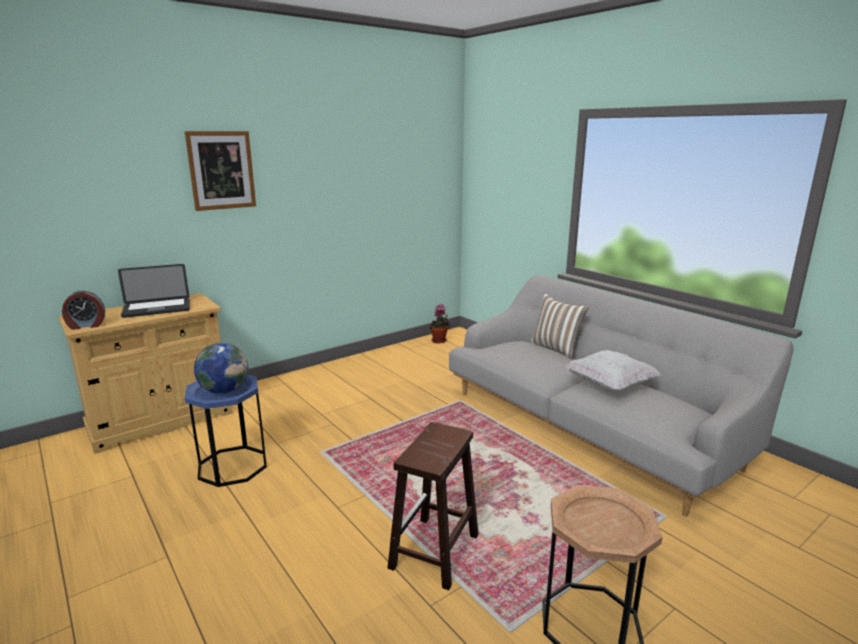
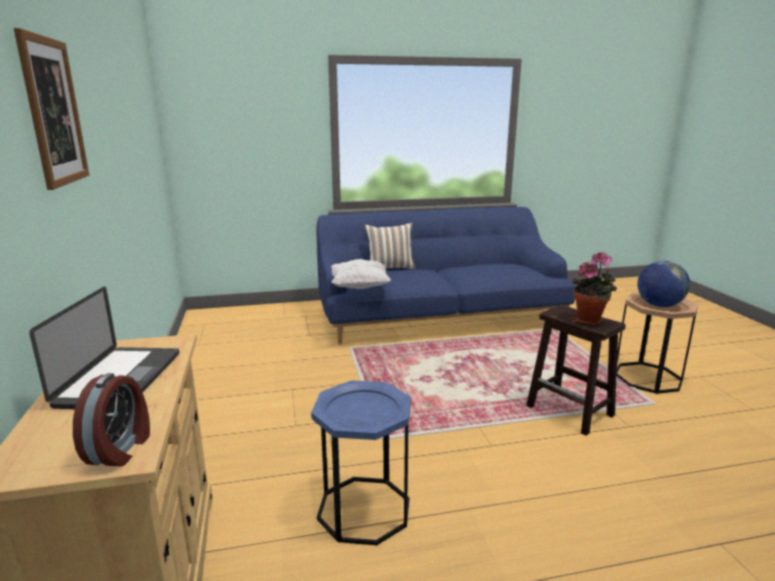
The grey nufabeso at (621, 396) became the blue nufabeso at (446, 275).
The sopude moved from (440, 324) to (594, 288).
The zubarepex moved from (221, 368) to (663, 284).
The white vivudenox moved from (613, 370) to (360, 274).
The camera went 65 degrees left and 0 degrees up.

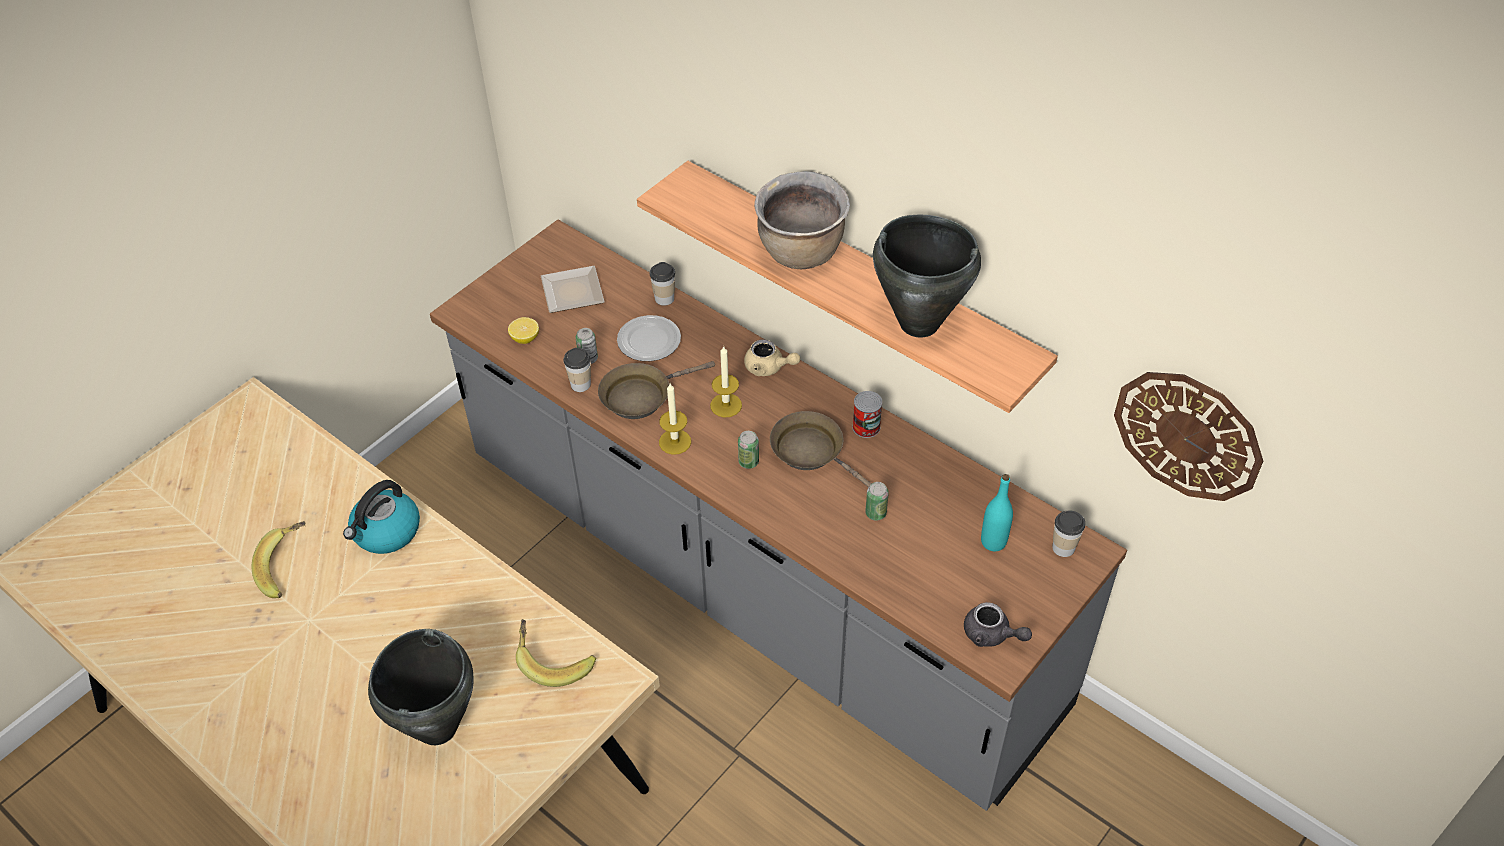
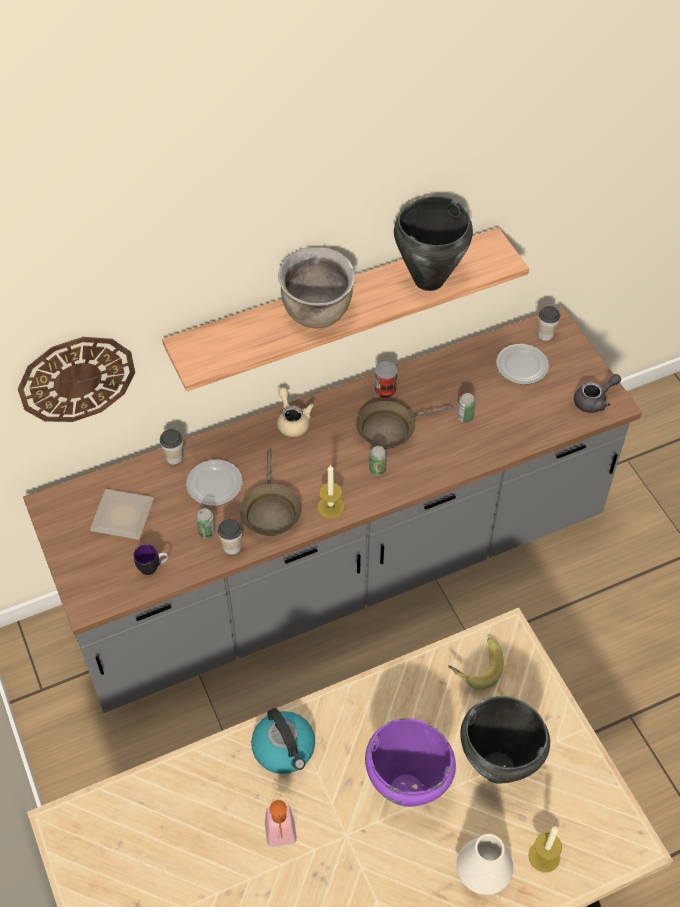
The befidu at (523, 330) was replaced by the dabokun at (150, 559).
The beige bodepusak at (772, 357) turned 75 degrees counterclockwise.
The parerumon moved from (726, 382) to (545, 849).
The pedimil moved from (1188, 436) to (76, 379).
The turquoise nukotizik at (997, 512) was replaced by the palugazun at (522, 364).
The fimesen at (279, 559) was replaced by the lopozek at (281, 823).
The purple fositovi at (410, 762) appeared.
The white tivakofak at (484, 864) appeared.
The camera went 65 degrees left and 5 degrees up.

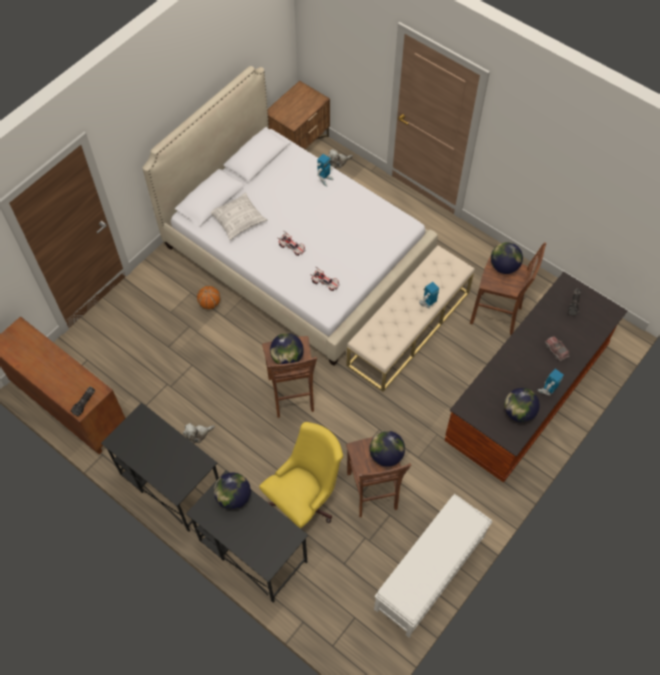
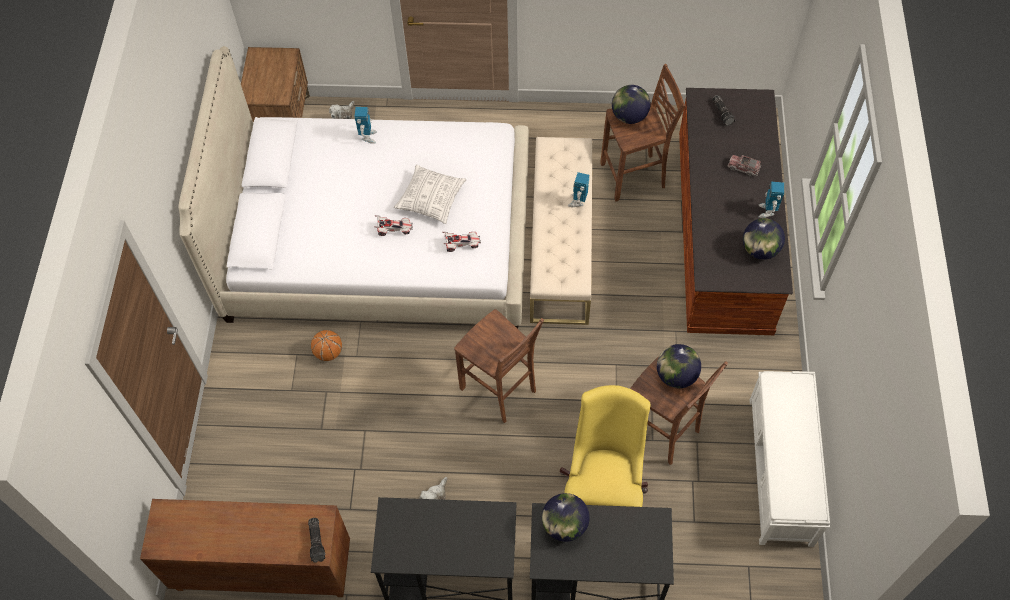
The vivudenox moved from (239, 216) to (430, 194).
The zubarepex at (287, 348) disappeared.
The camera went 35 degrees left and 0 degrees up.

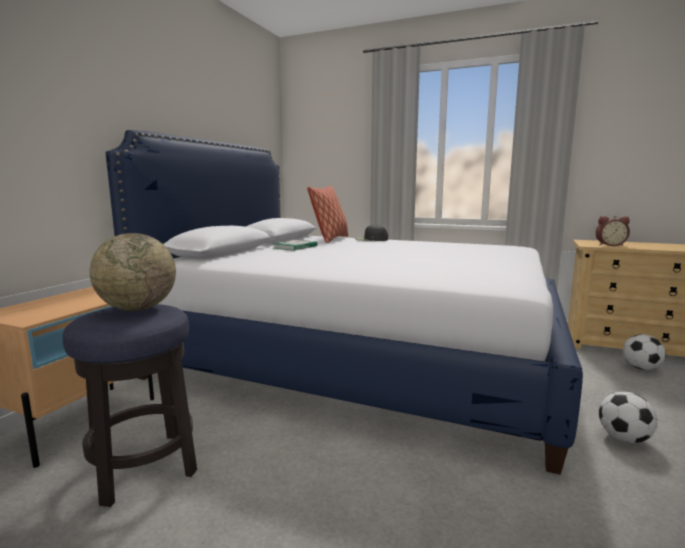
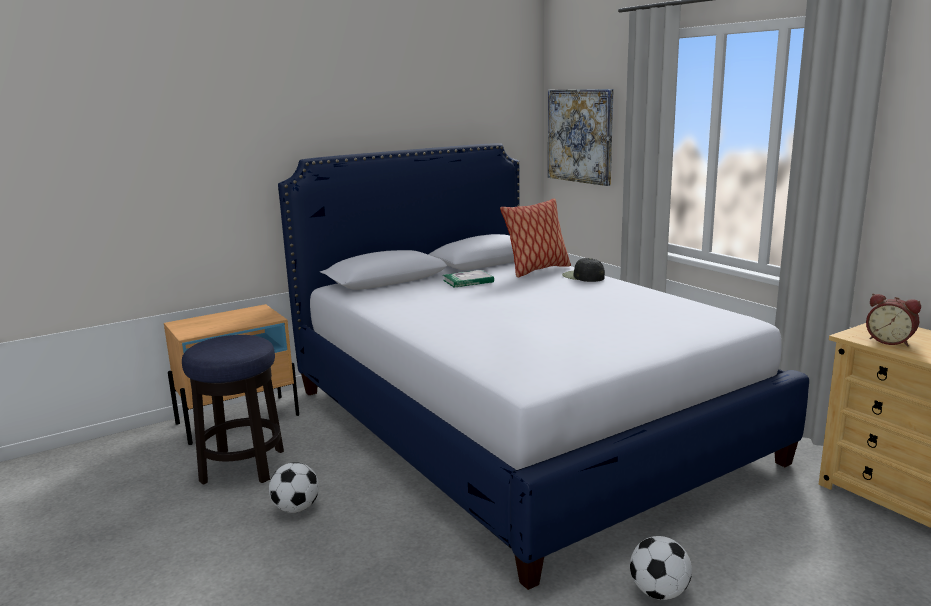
The zubarepex at (133, 272) disappeared.
The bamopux moved from (644, 352) to (294, 487).
The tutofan at (581, 137) appeared.
The camera went 35 degrees right and 5 degrees up.

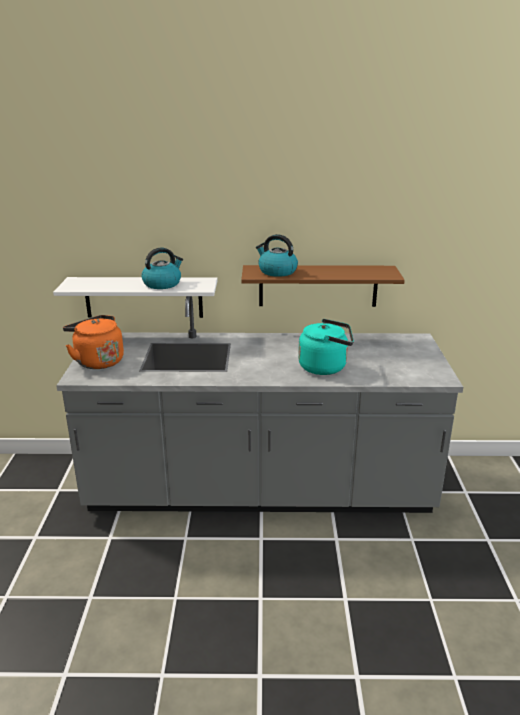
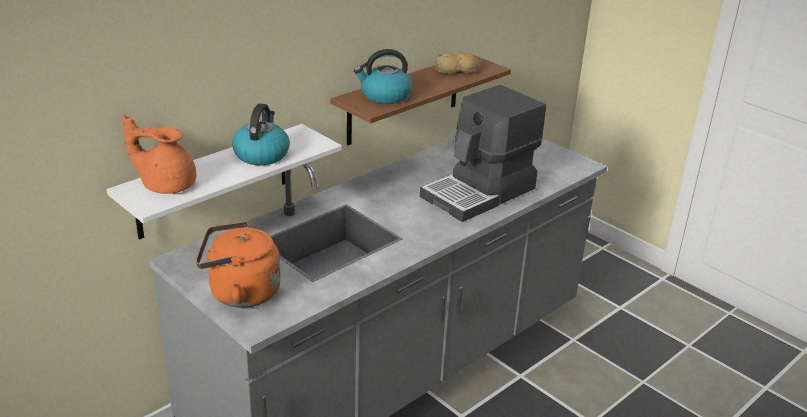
The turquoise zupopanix at (326, 347) was replaced by the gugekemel at (483, 153).
The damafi at (457, 64) appeared.
The orange bodepusak at (159, 154) appeared.
The camera went 45 degrees left and 5 degrees up.

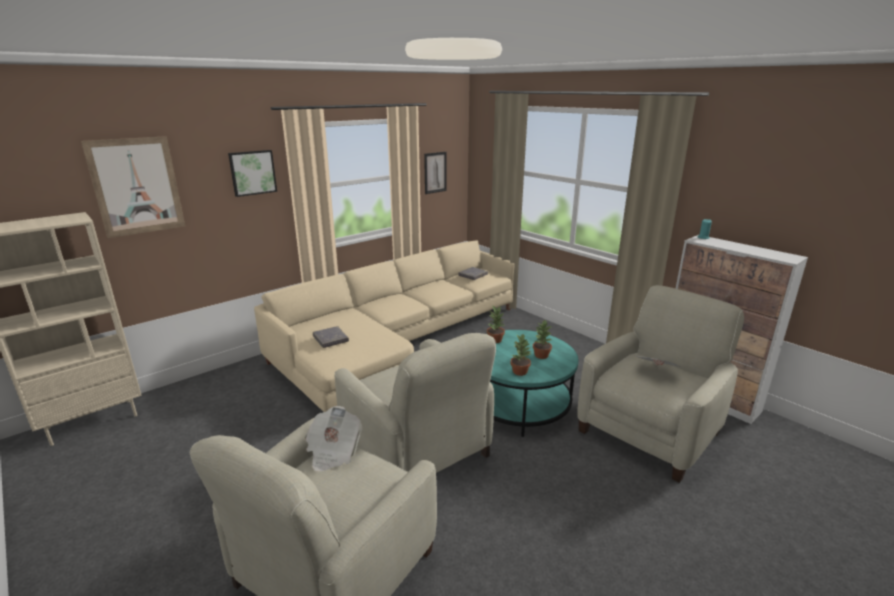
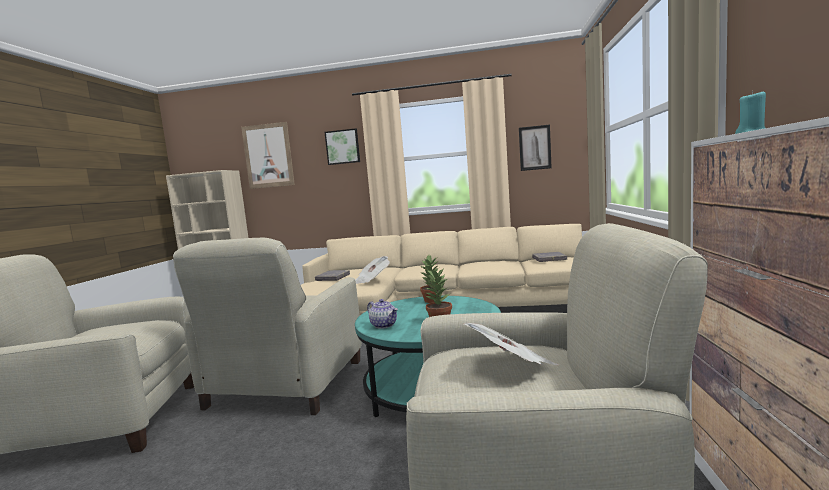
The sopude at (521, 354) was replaced by the bodepusak at (382, 314).
The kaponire moved from (333, 439) to (372, 270).
The camera went 50 degrees right and 15 degrees down.

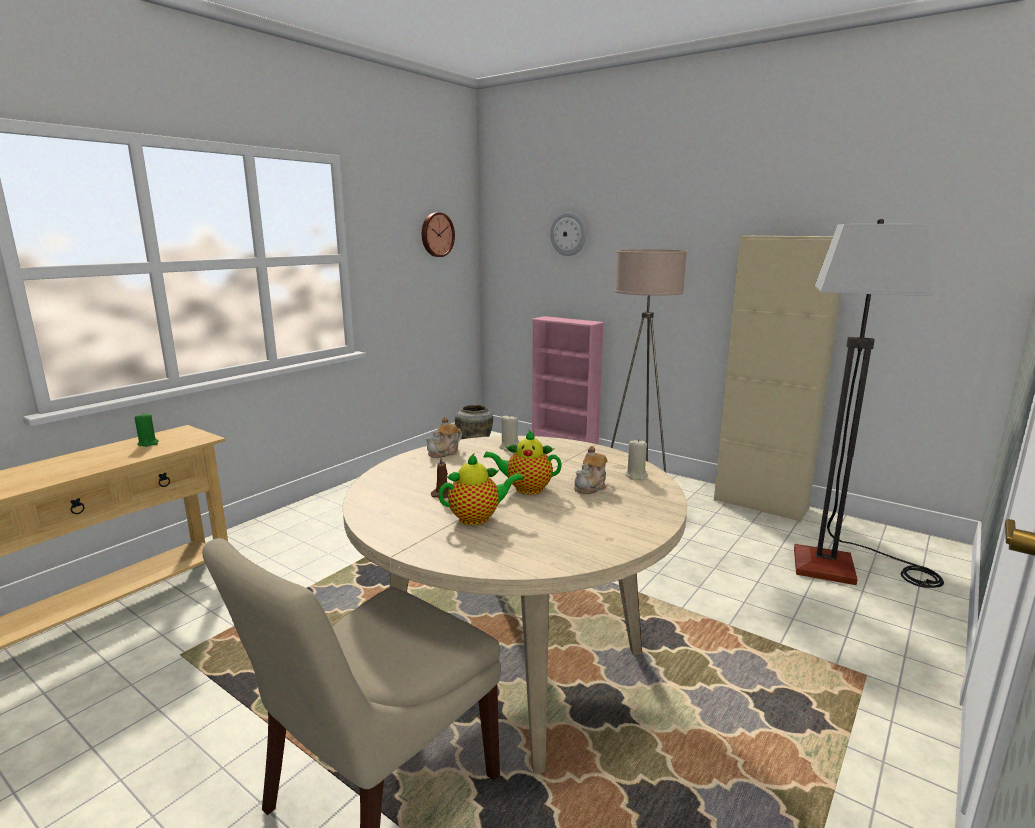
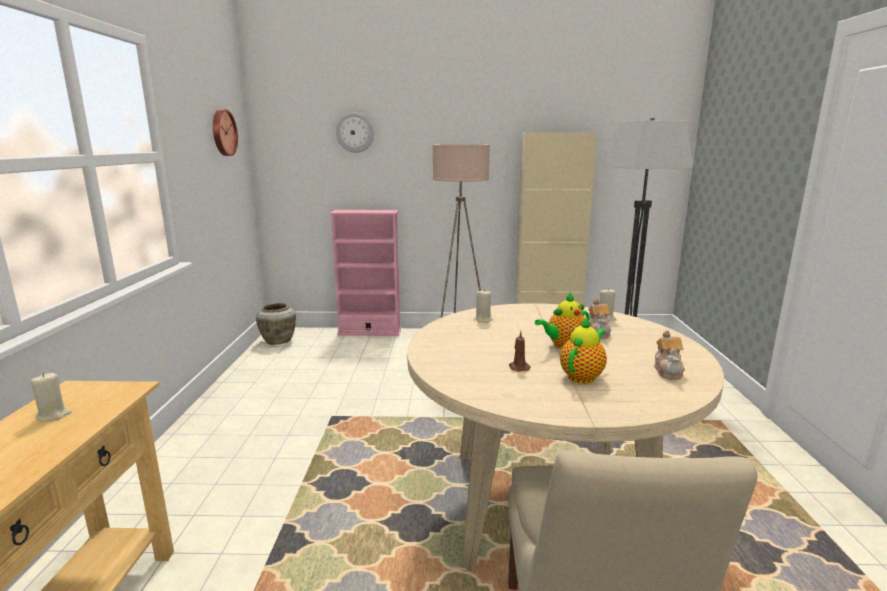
The green parerumon at (147, 429) became the beige parerumon at (51, 397).
The bodepusak moved from (443, 437) to (669, 355).
The camera went 35 degrees left and 0 degrees up.

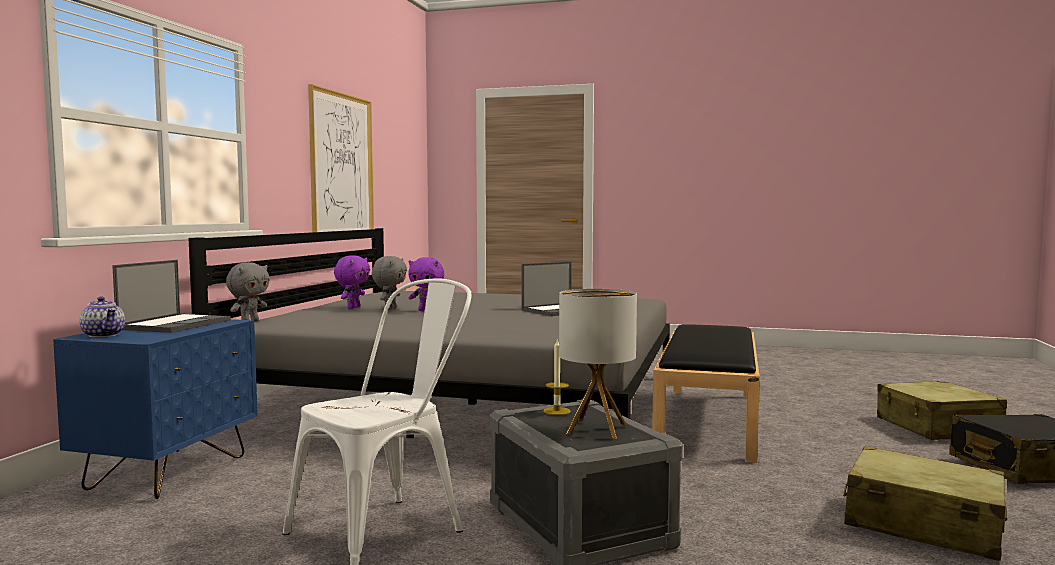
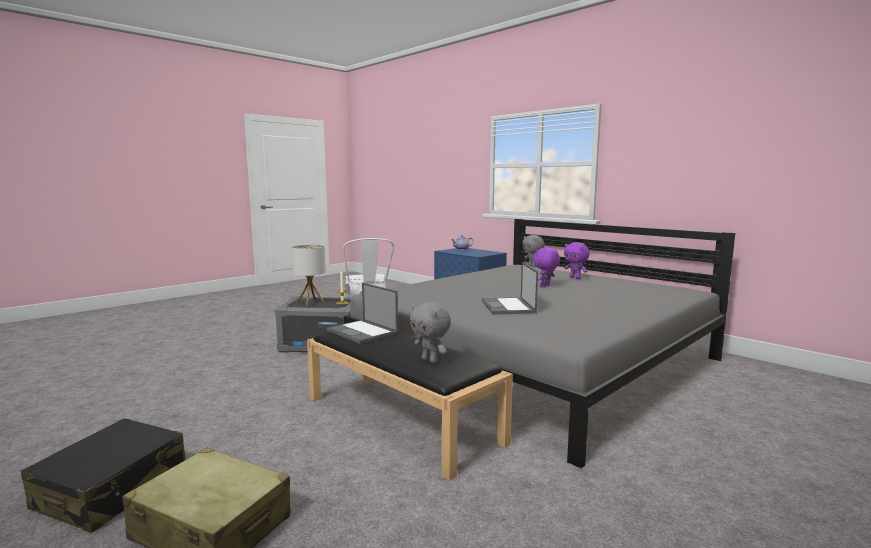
The tutofan at (341, 158) disappeared.
The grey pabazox moved from (389, 283) to (430, 332).
The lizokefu moved from (171, 296) to (362, 313).
The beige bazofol at (925, 503) disappeared.
The camera went 120 degrees right and 5 degrees up.

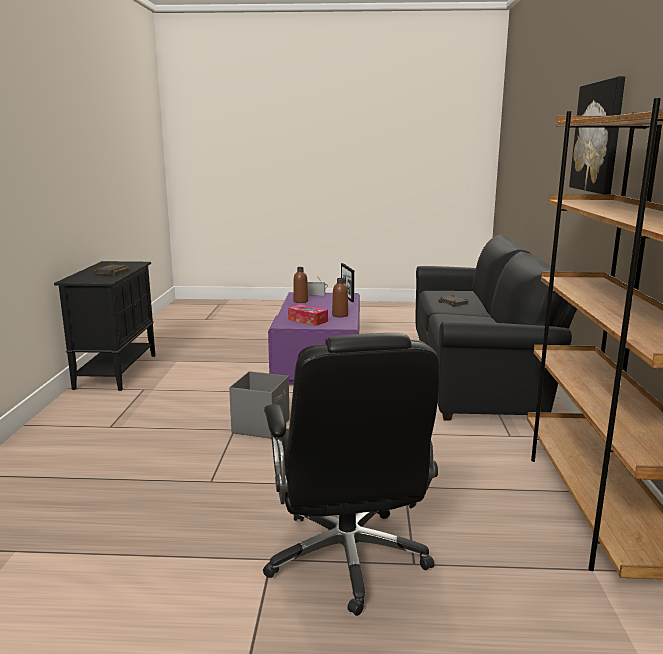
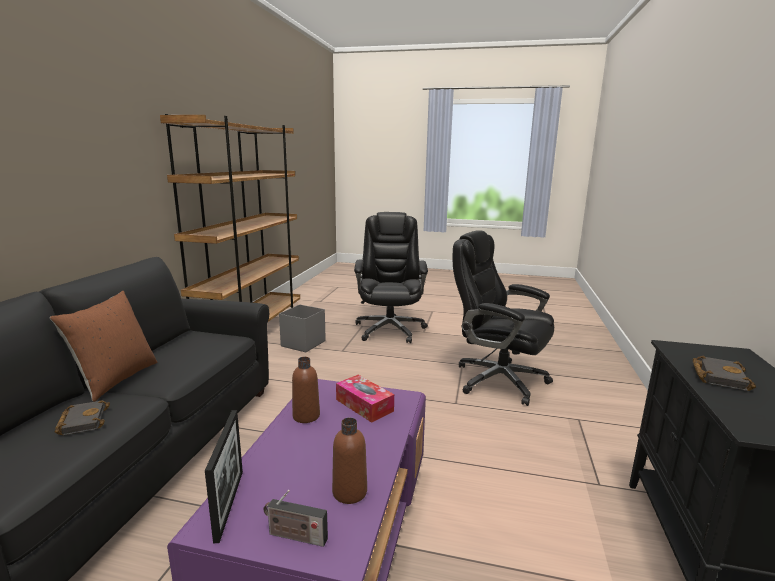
The tutofan at (597, 135) disappeared.
The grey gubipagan moved from (259, 405) to (302, 328).
The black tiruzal at (503, 318) appeared.
The brown vivudenox at (103, 346) appeared.
The camera went 170 degrees left and 0 degrees up.

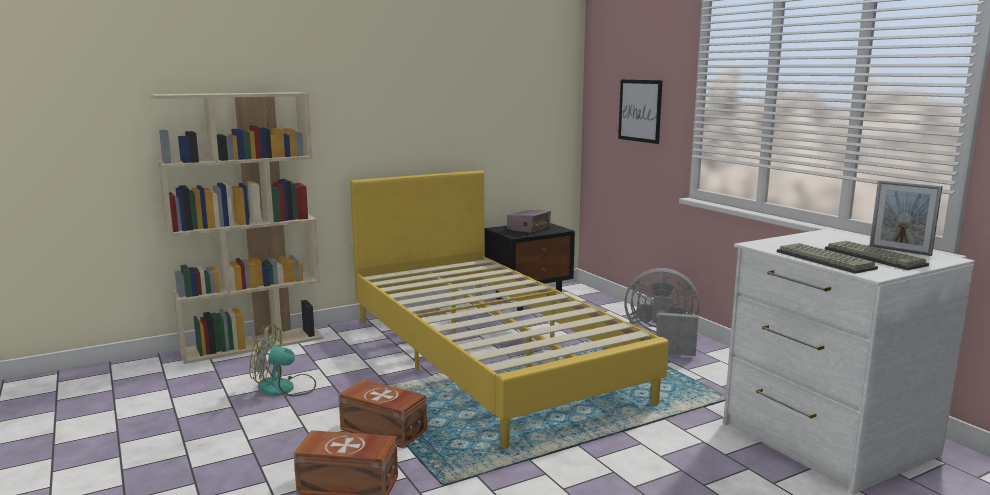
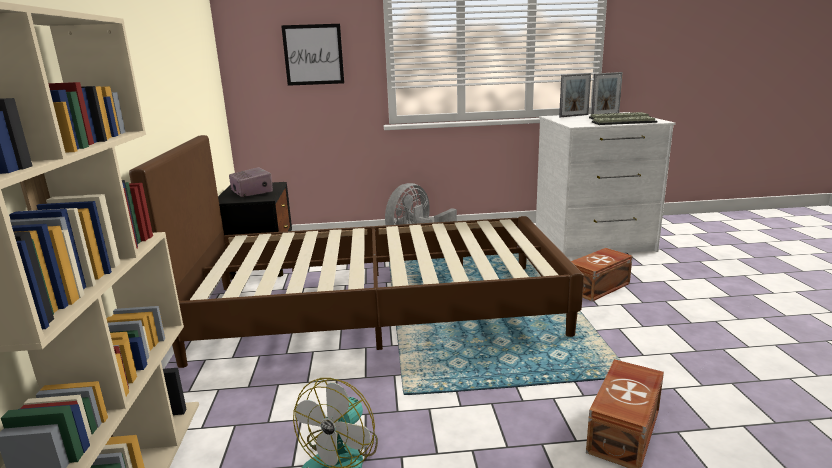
The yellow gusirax at (509, 309) became the brown gusirax at (356, 251).
The brown gubipagan moved from (383, 414) to (602, 275).
The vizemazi at (575, 95) appeared.
The camera went 65 degrees left and 5 degrees up.

